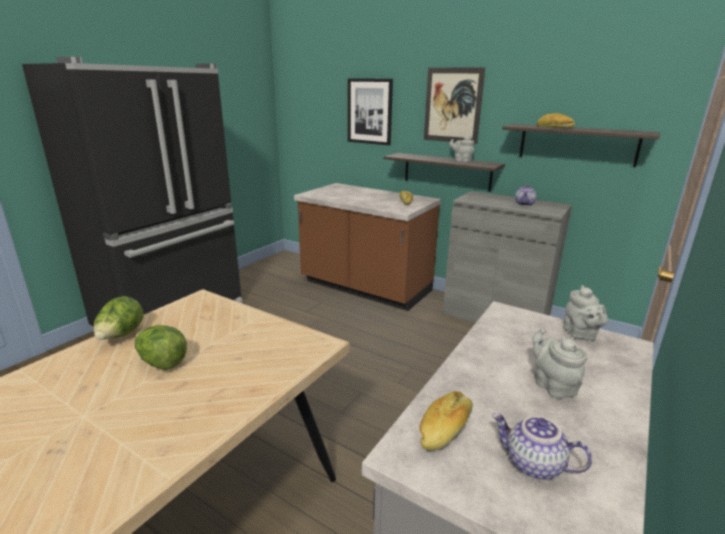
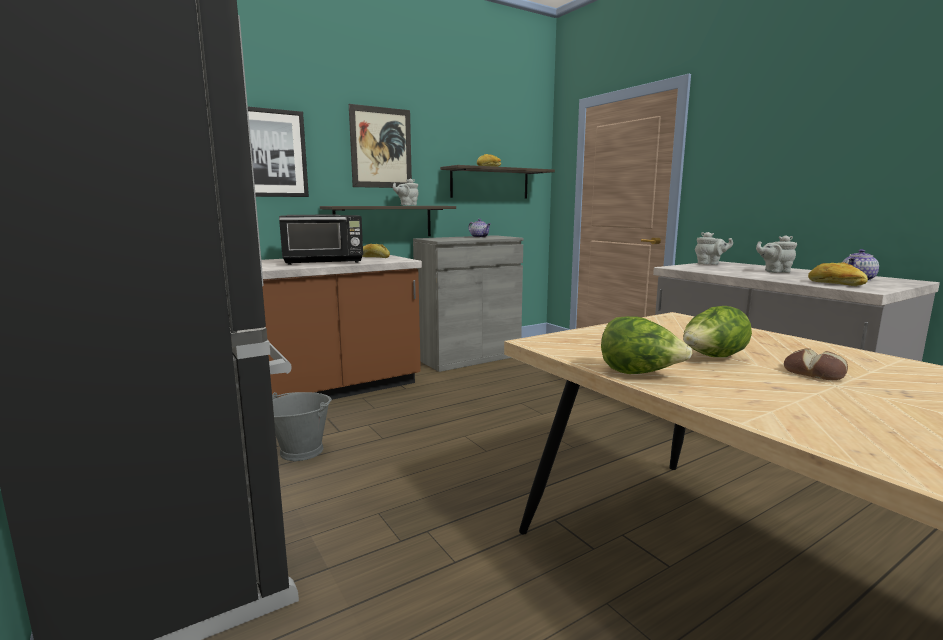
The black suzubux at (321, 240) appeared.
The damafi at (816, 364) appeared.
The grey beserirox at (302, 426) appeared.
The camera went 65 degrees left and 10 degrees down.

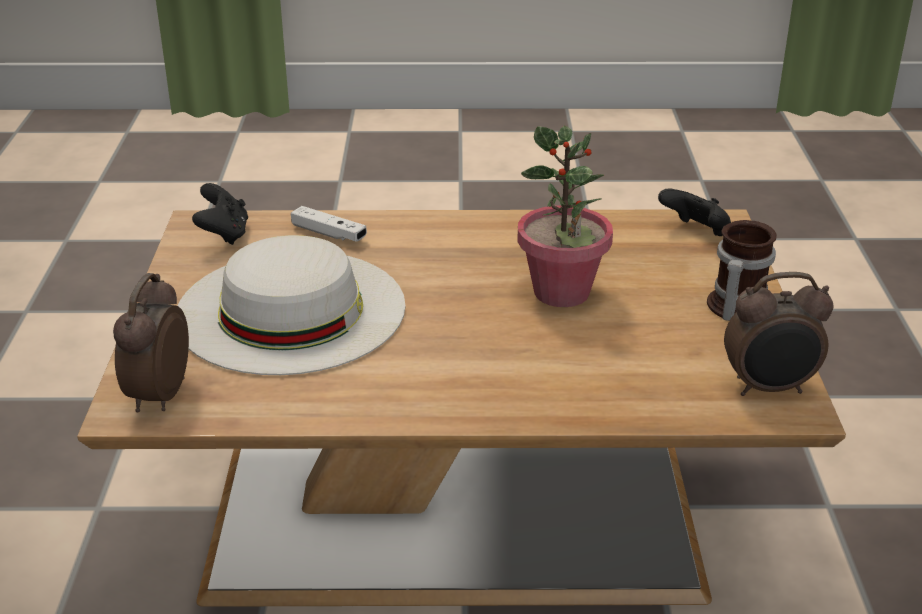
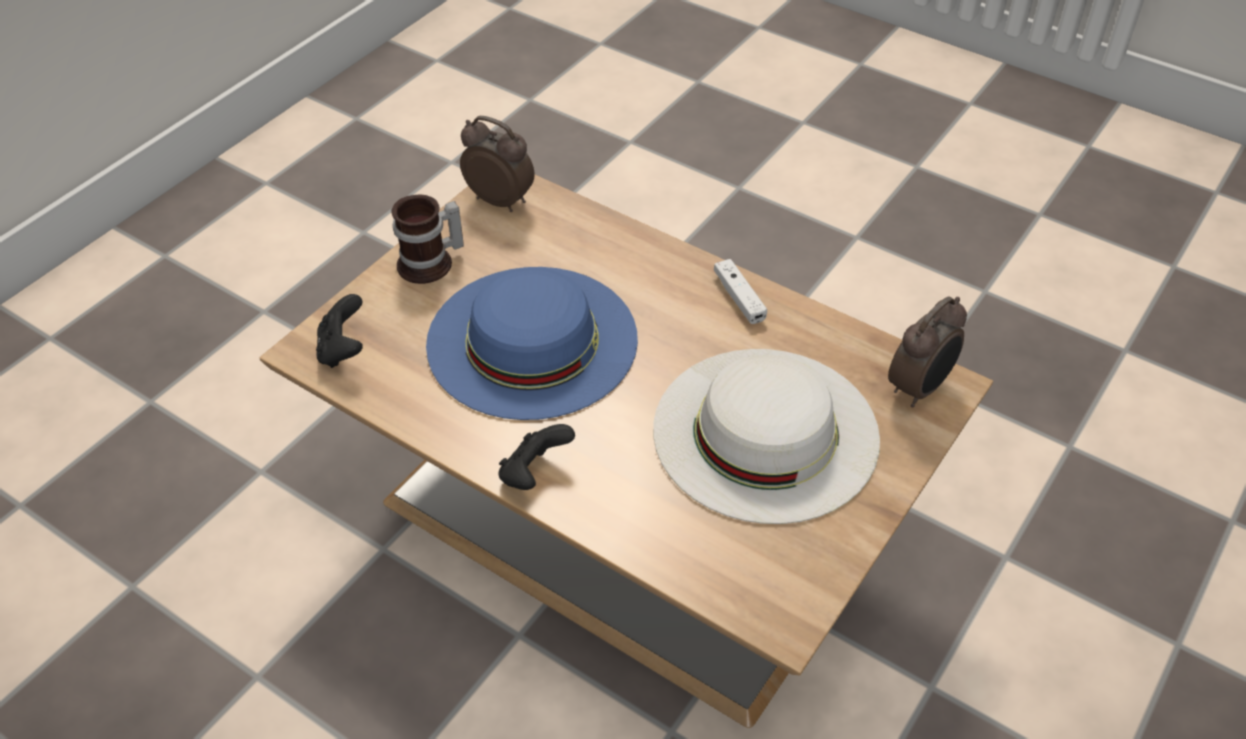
The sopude at (565, 216) was replaced by the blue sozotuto at (532, 343).
The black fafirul moved from (220, 214) to (537, 457).
The white fafirul moved from (329, 224) to (740, 291).
The camera went 145 degrees left and 15 degrees up.

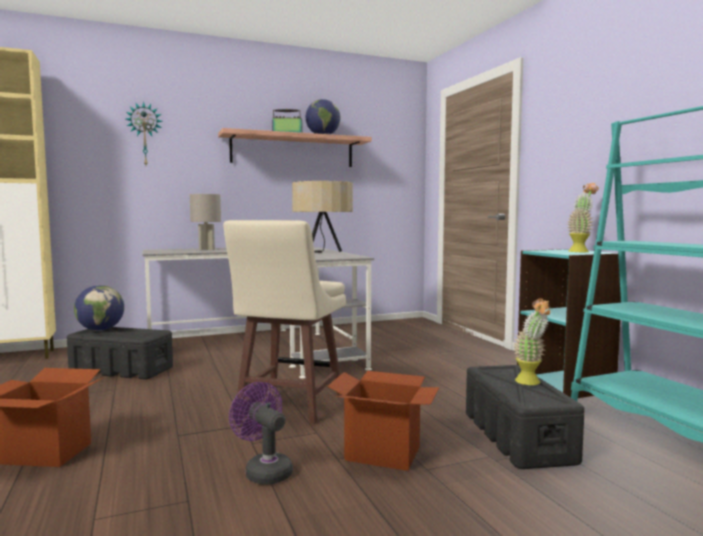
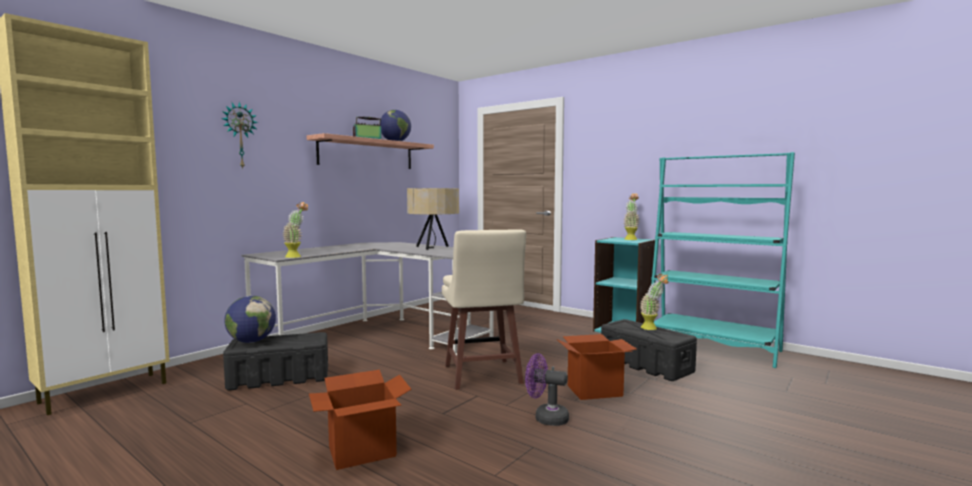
The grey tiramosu at (205, 222) disappeared.
The sopude at (295, 230) appeared.
The camera went 30 degrees left and 0 degrees up.

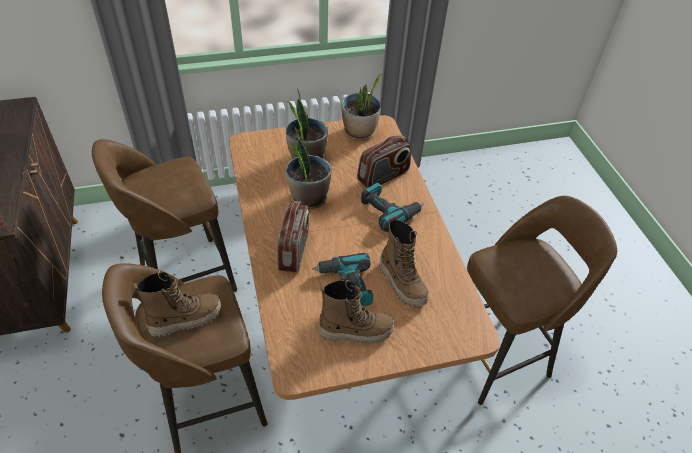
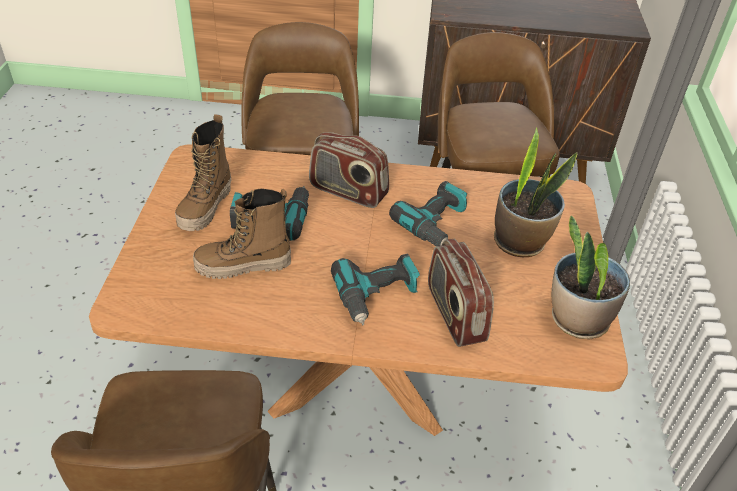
The sopude at (308, 168) was replaced by the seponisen at (428, 213).
The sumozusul at (177, 304) disappeared.
The camera went 110 degrees right and 5 degrees down.

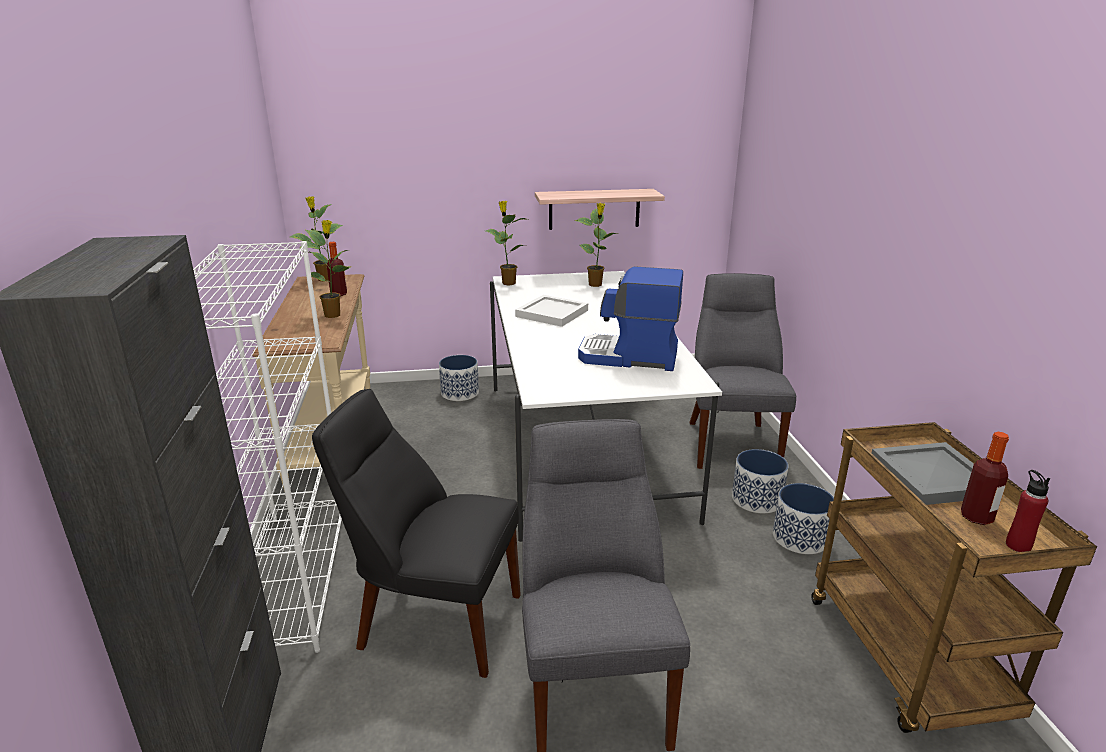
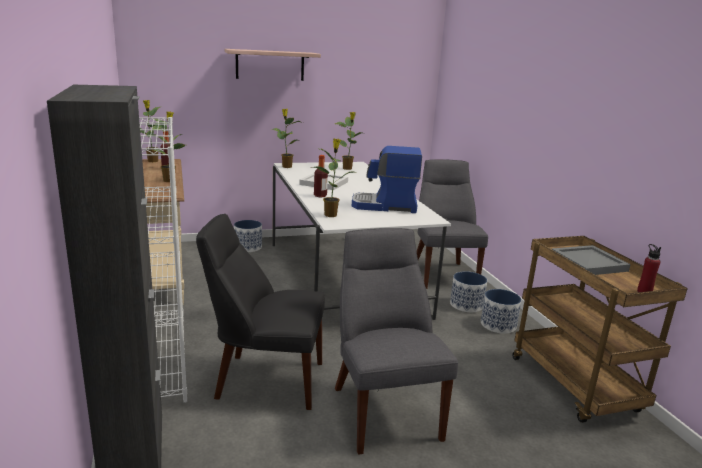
The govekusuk moved from (600, 209) to (273, 65).
The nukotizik moved from (985, 478) to (321, 176).
The sopude at (334, 178) appeared.
The camera went 10 degrees left and 5 degrees down.

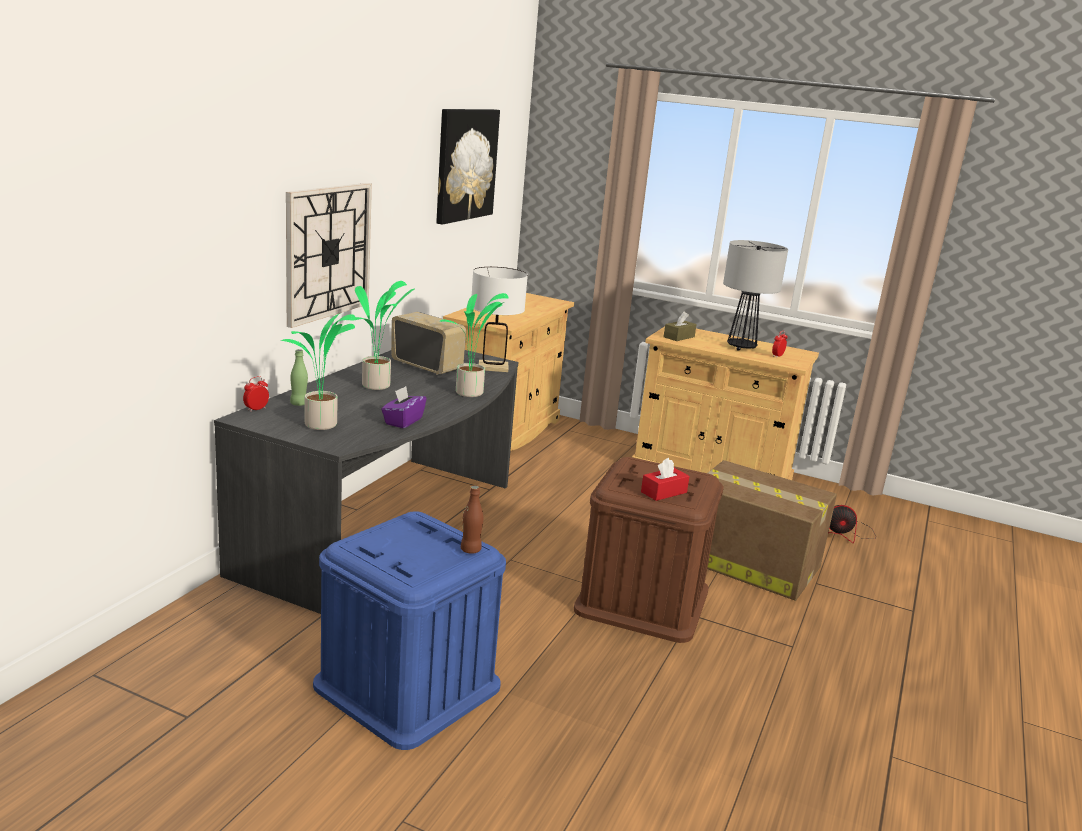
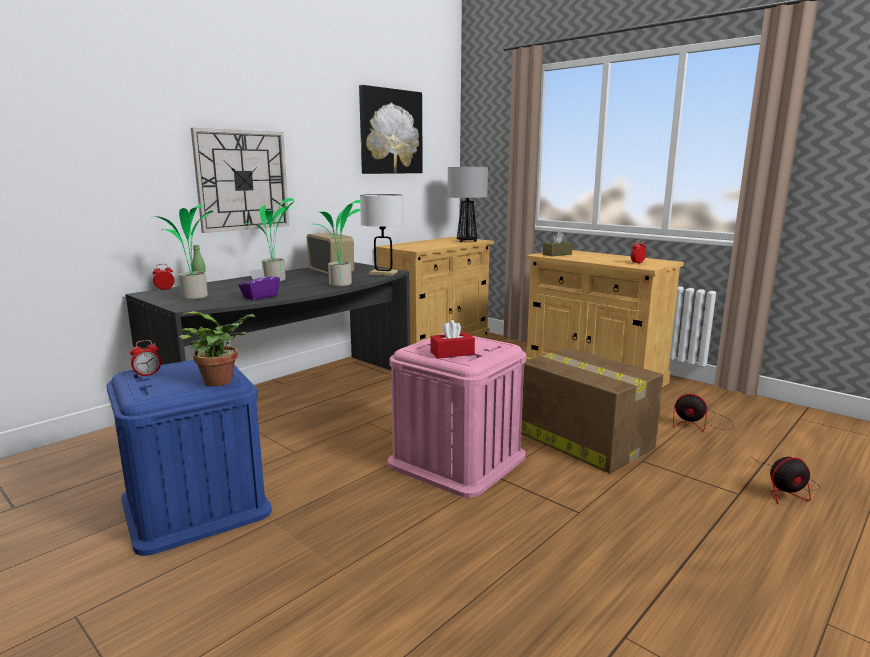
The tiramosu moved from (755, 295) to (468, 204).
The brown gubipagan at (648, 550) became the pink gubipagan at (457, 415).
The brown nukotizik at (472, 519) was replaced by the sopude at (217, 348).
The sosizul at (145, 358) appeared.
The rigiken at (785, 480) appeared.
The camera went 20 degrees right and 5 degrees down.

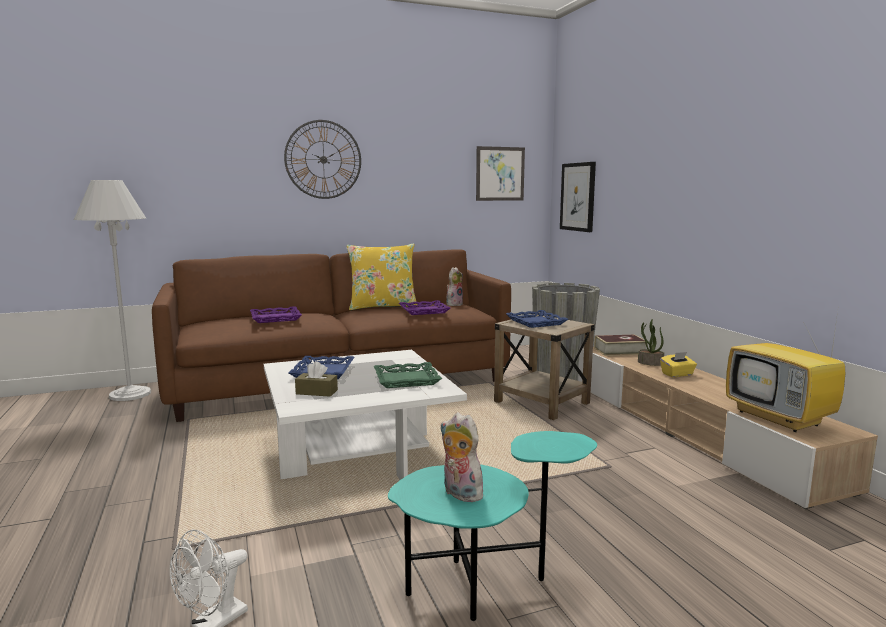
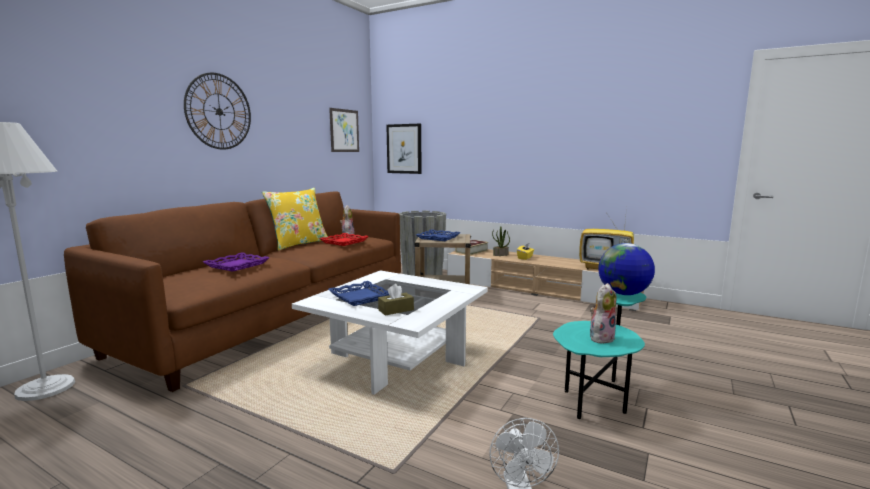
The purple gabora at (424, 307) became the red gabora at (344, 239).
The green gabora at (408, 375) disappeared.
The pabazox at (462, 457) turned 135 degrees clockwise.
The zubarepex at (626, 269) appeared.
The camera went 40 degrees left and 0 degrees up.

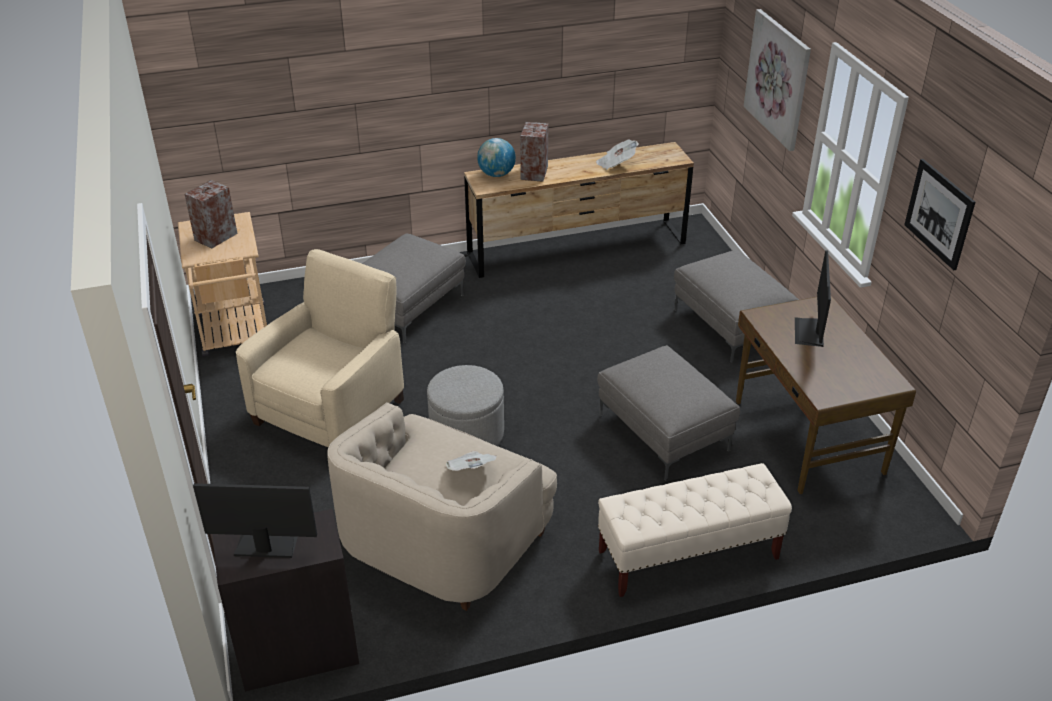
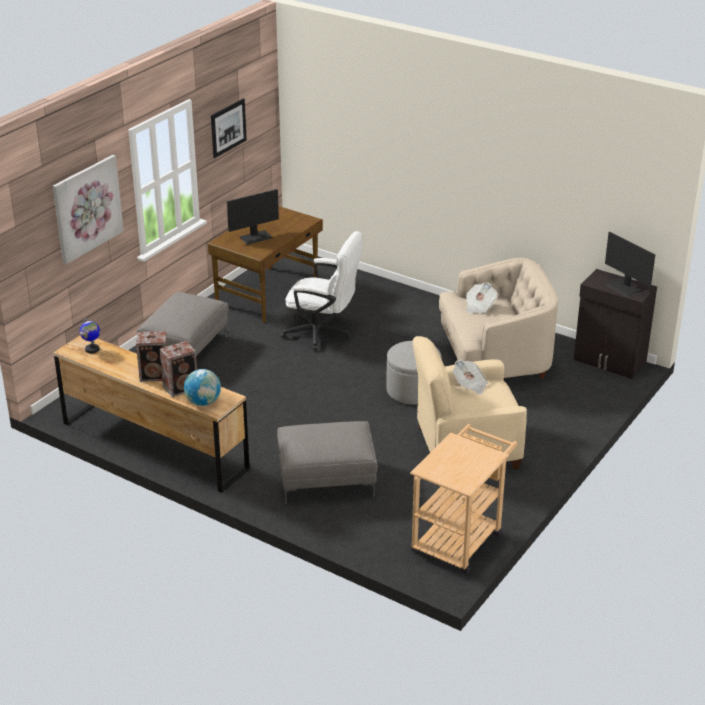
The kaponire moved from (617, 154) to (470, 377).
The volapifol moved from (211, 214) to (152, 356).
The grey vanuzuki at (668, 413) was replaced by the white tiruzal at (322, 290).
The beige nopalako at (695, 530) disappeared.
The zubarepex at (90, 335) appeared.
The camera went 130 degrees left and 5 degrees down.

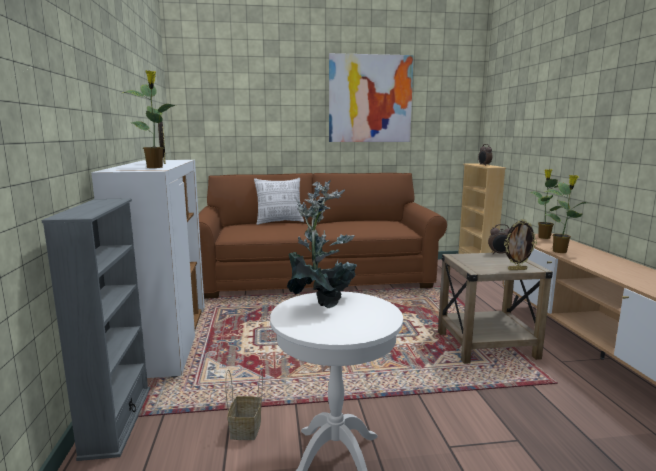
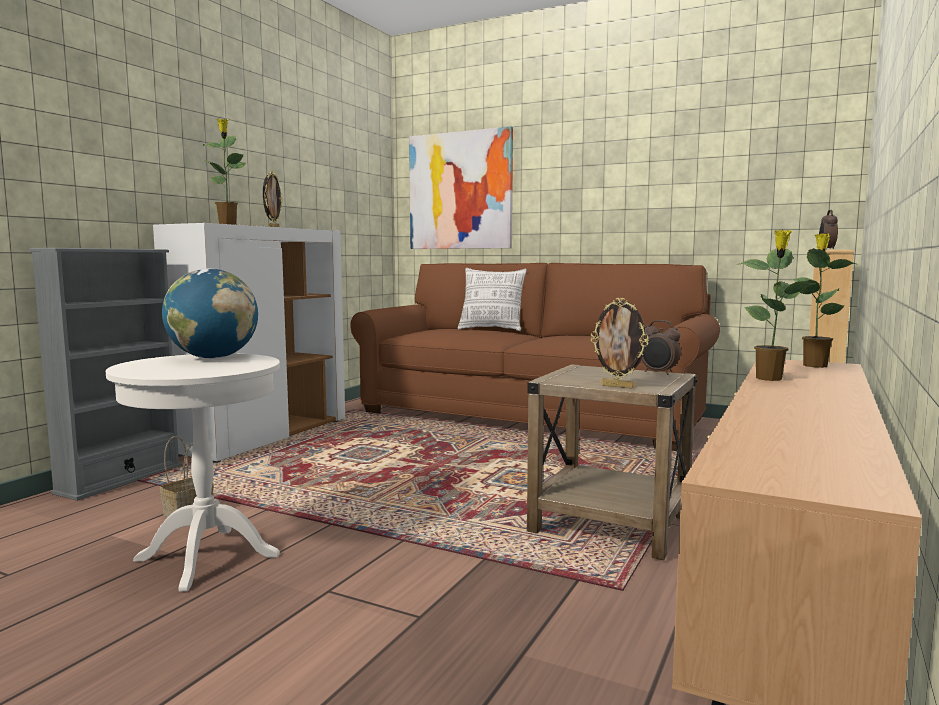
The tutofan moved from (371, 97) to (461, 187).
The sopude at (322, 244) was replaced by the zubarepex at (210, 314).
The camera went 35 degrees right and 5 degrees down.

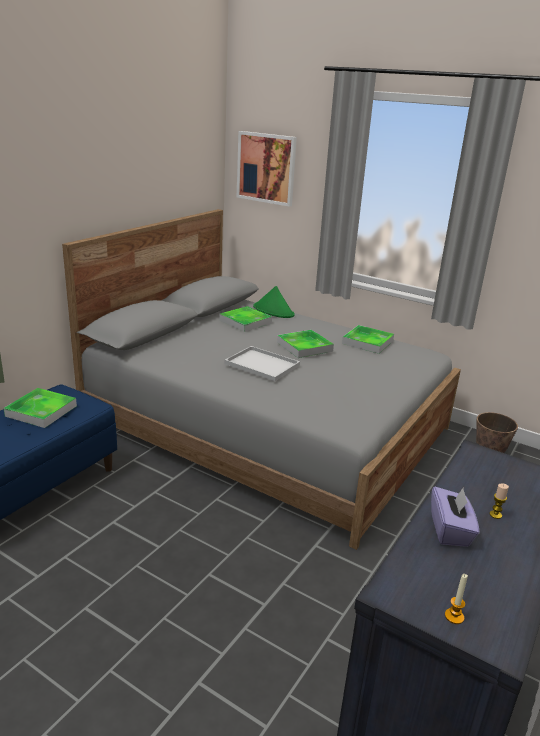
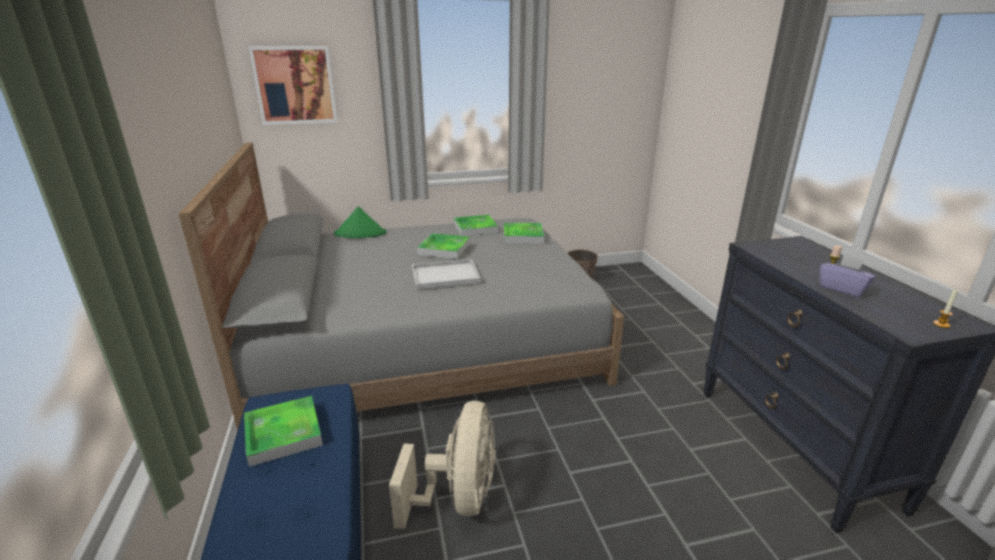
The gabora moved from (245, 319) to (524, 233).
The beige rigiken at (442, 465) appeared.
The camera went 45 degrees left and 0 degrees up.

